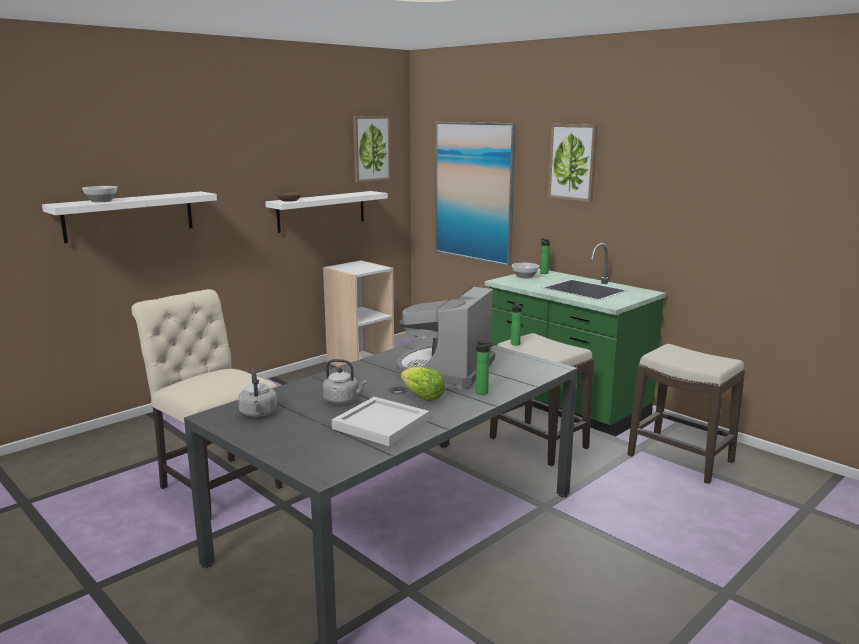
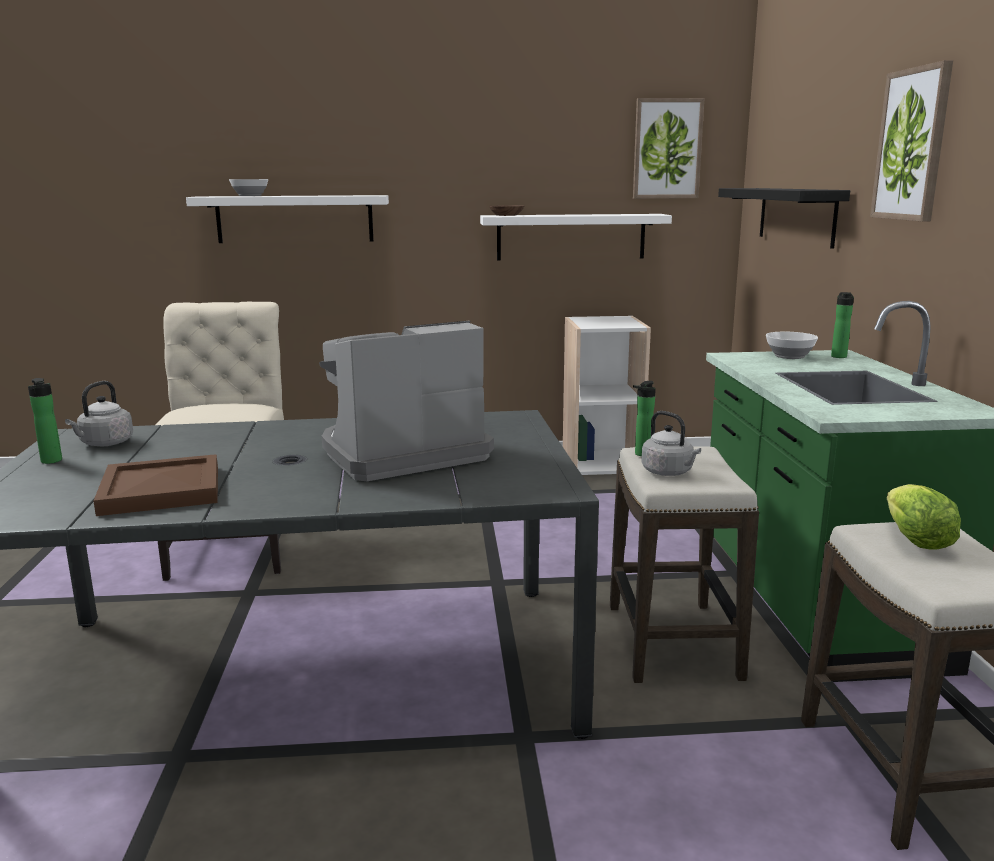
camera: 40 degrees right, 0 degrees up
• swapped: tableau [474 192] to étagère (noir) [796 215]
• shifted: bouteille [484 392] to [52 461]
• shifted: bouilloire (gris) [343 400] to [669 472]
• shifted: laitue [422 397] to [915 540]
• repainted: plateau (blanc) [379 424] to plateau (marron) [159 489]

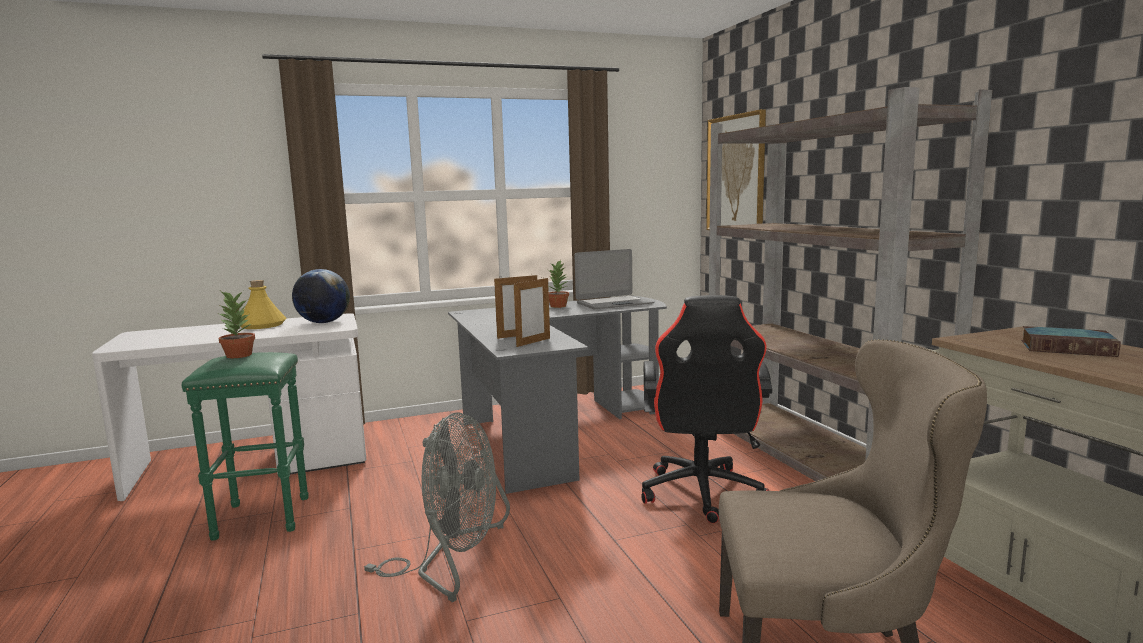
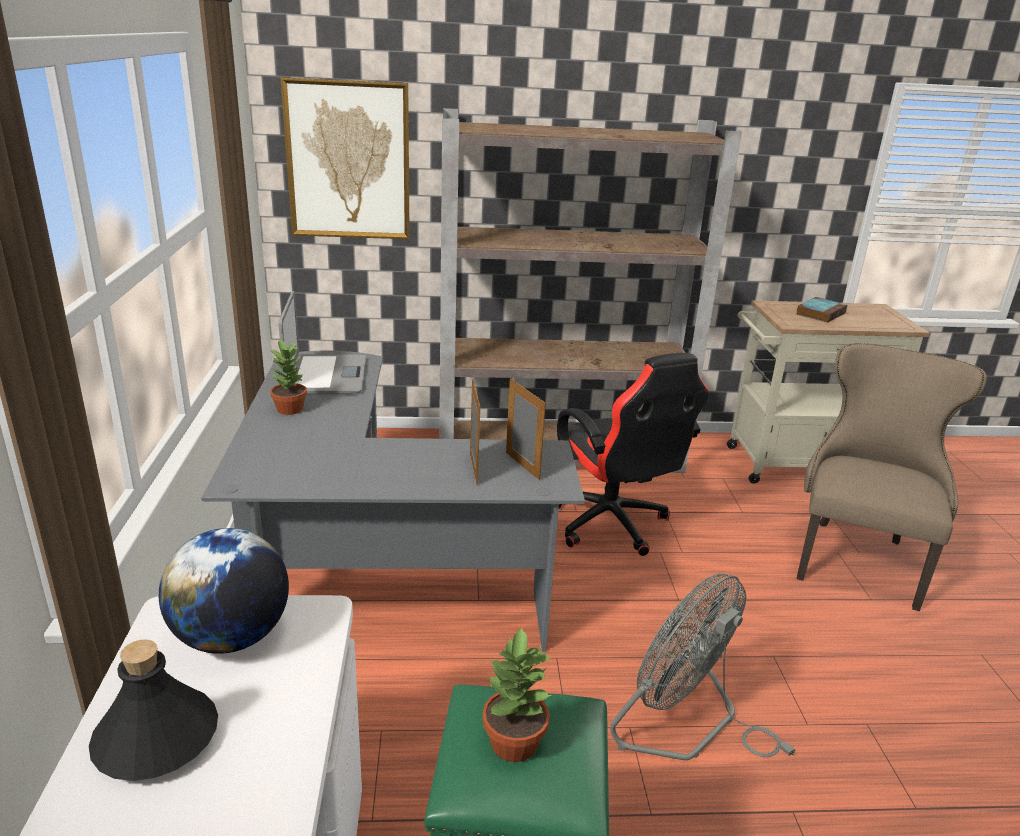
camera: 75 degrees left, 15 degrees up
• repainted: bouteille (jaune) [261 325] to bouteille (noir) [157 740]
• rotated: chaise de bureau (noir) [701 498] = [613 529] 45 degrees clockwise
• rotated: ventilateur (gris) [451 560] = [695 721] 75 degrees counterclockwise

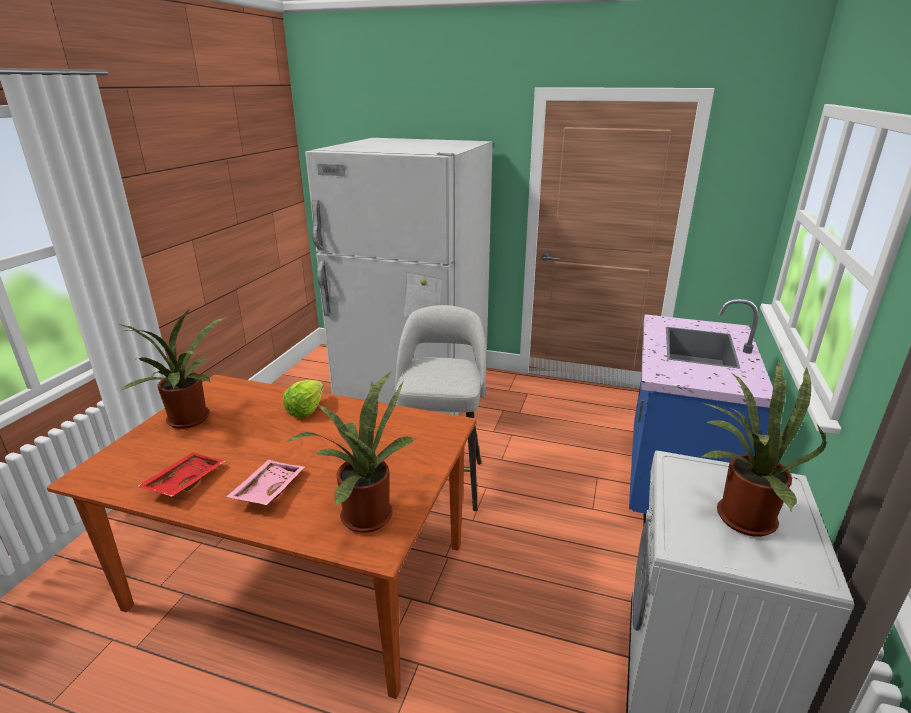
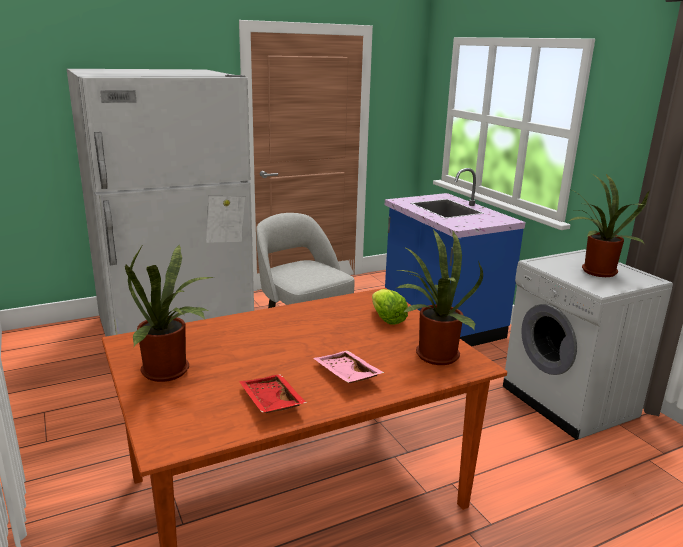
camera: 45 degrees left, 5 degrees down
• shifted: laitue [305 410] to [387 319]

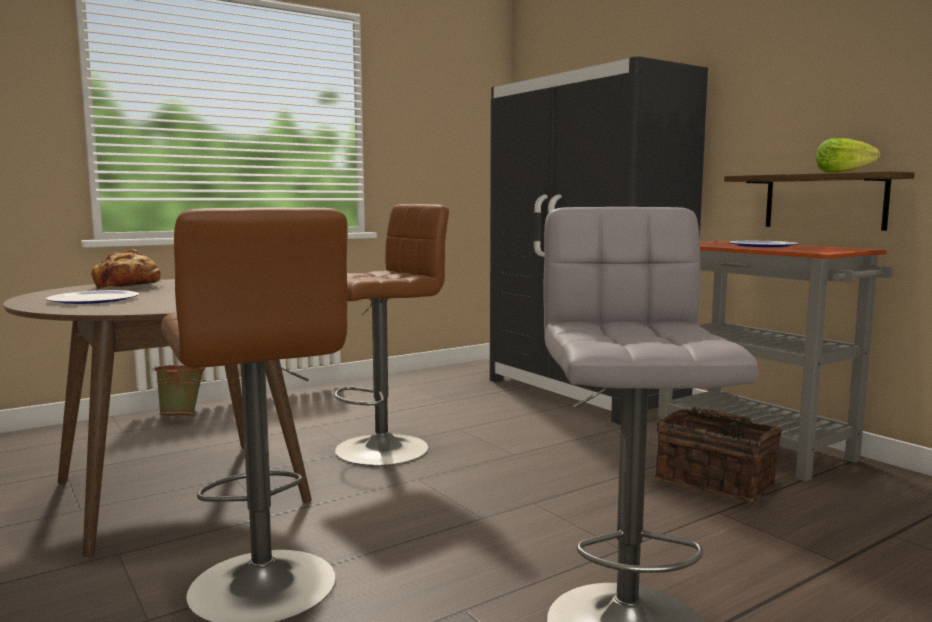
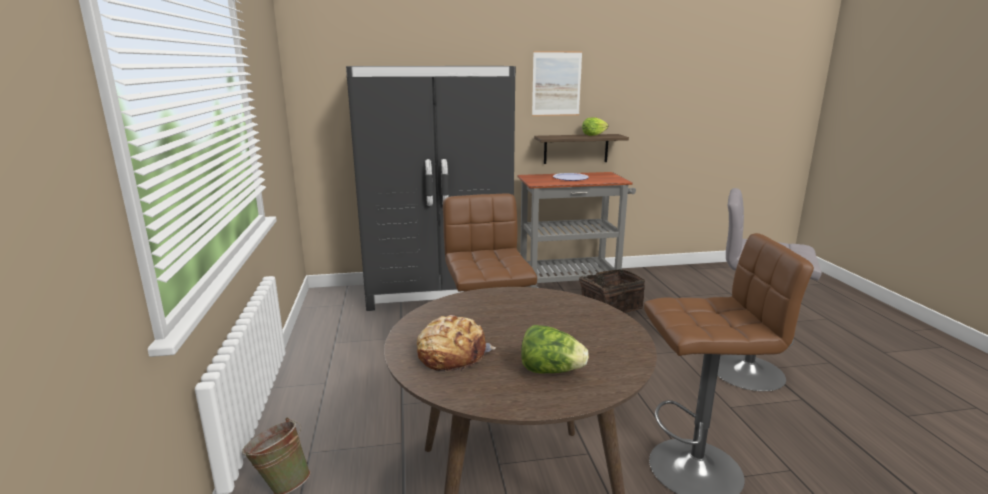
camera: 65 degrees left, 10 degrees up
• swapped: assiette [94 299] to laitue [551 370]
• new: tableau [556 84]

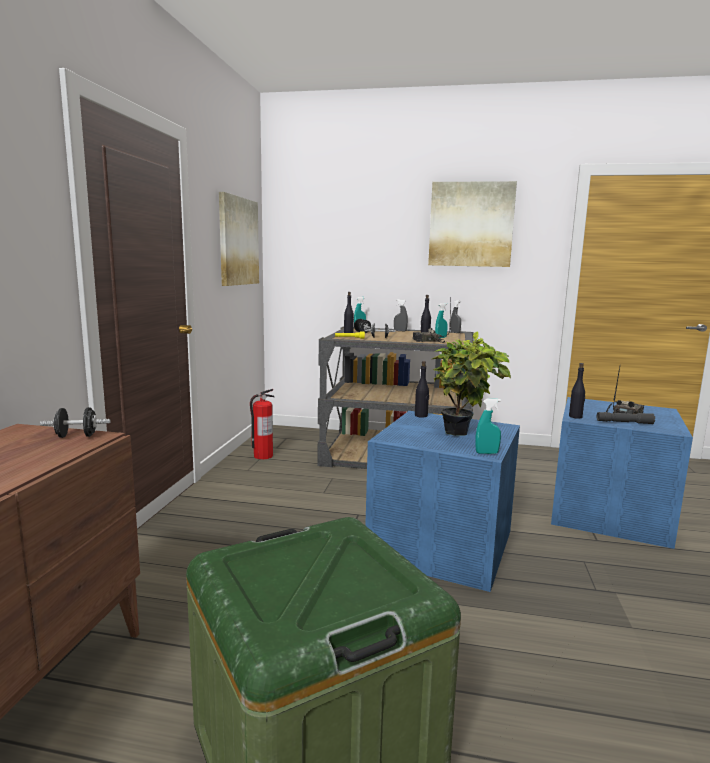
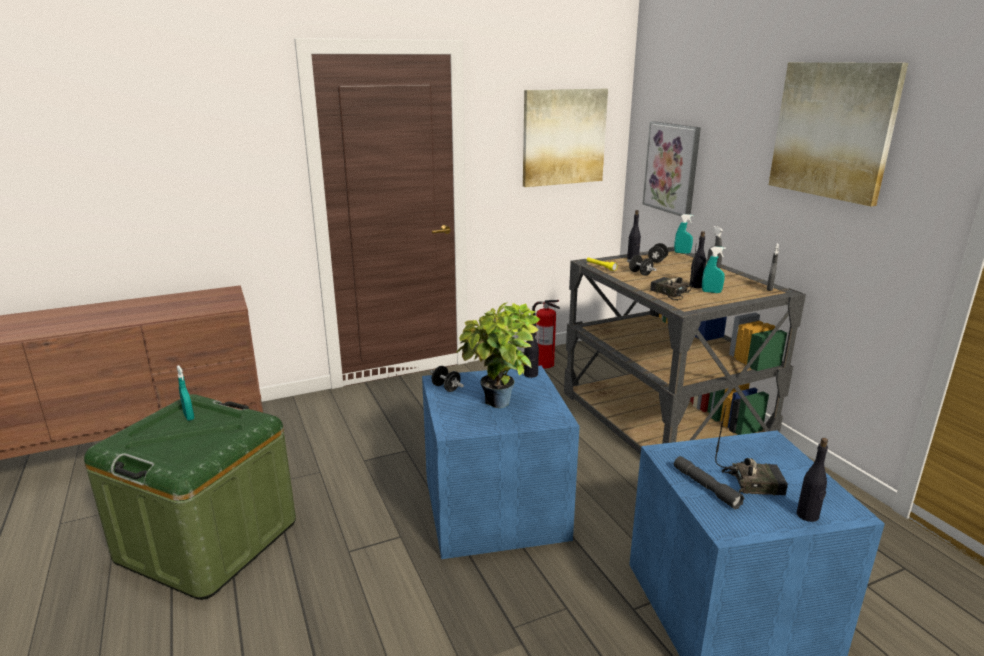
camera: 55 degrees right, 10 degrees up
• shifted: bouteille (noir) [575 416] to [807 515]
• shifted: vaporisateur (turquoise) [487 453] to [189 417]
• shifted: haltère (noir) [76 436] to [446 388]
• new: tableau [672 168]

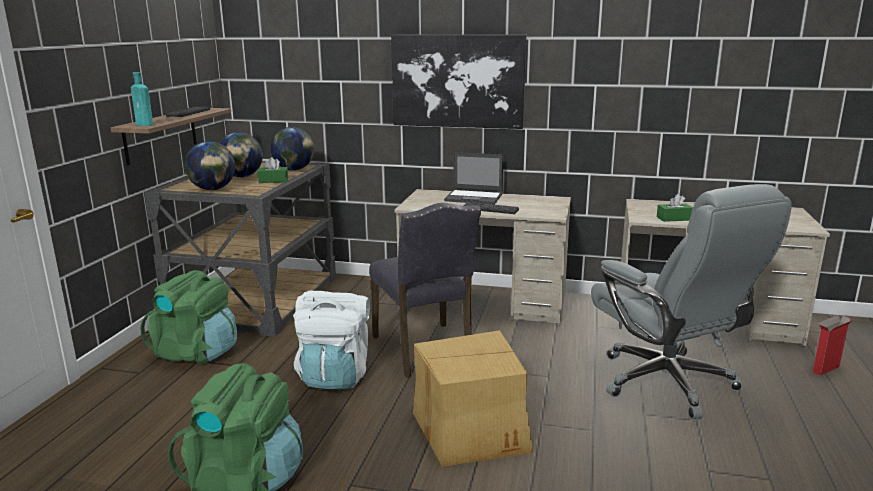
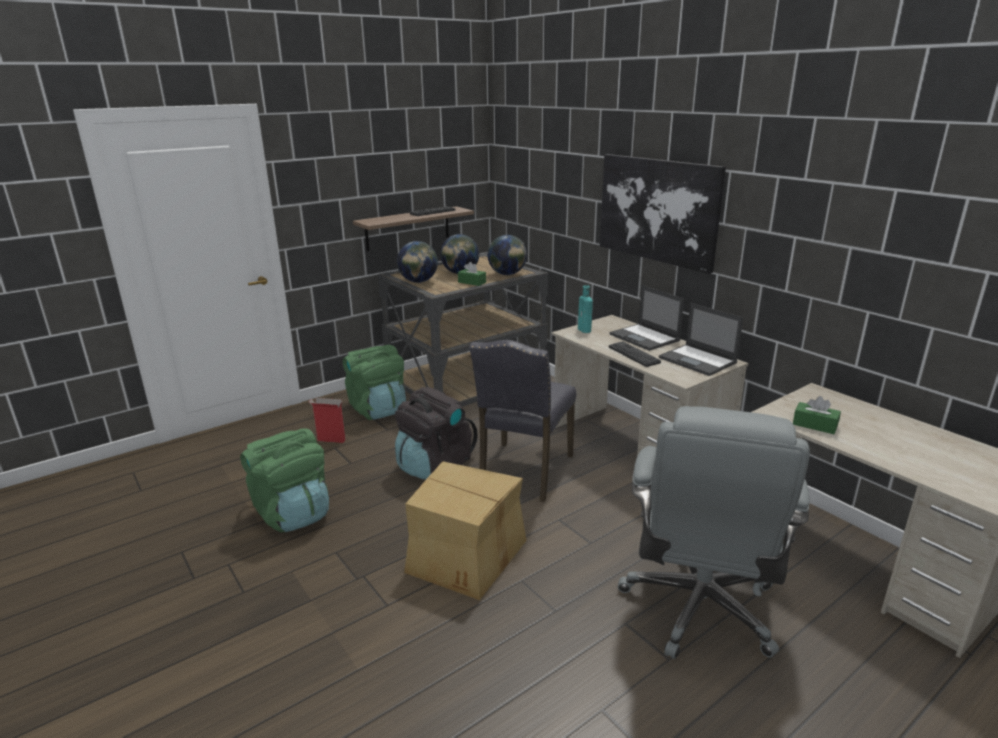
camera: 40 degrees right, 5 degrees up
• shifted: bouteille (turquoise) [145 125] to [585 330]
• repainted: sac à dos (blanc) [335 375] to sac à dos (noir) [434 465]
• shifted: carton [825 369] to [330 440]
• new: ordinateur portable [698 360]

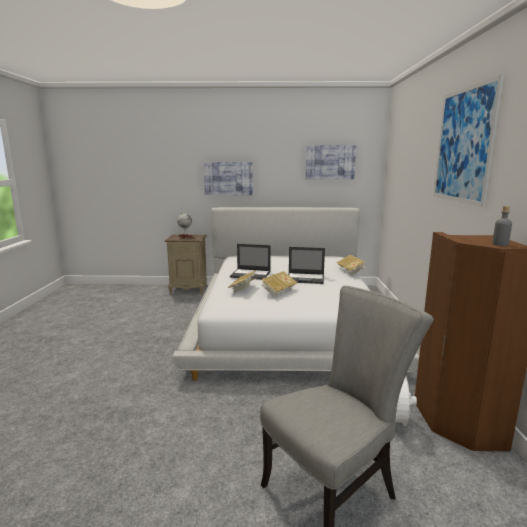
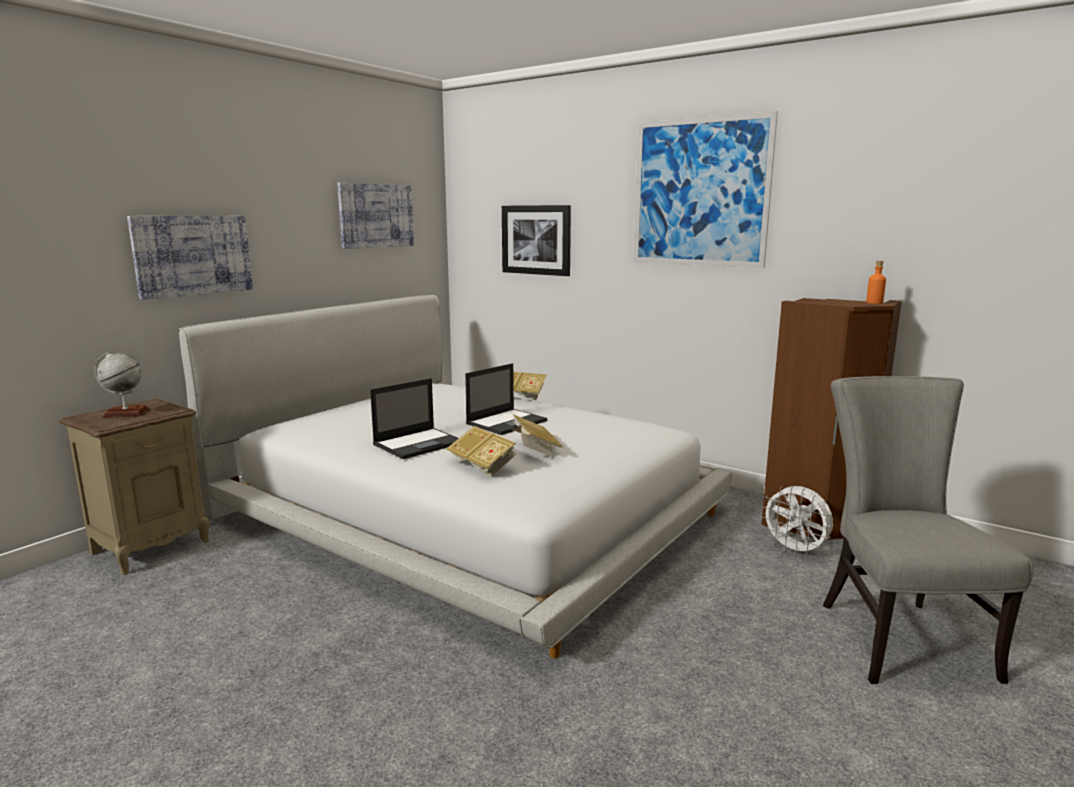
camera: 55 degrees left, 0 degrees up
• repainted: bouteille (gris) [500 244] to bouteille (orange) [874 302]
• new: tableau [536 240]

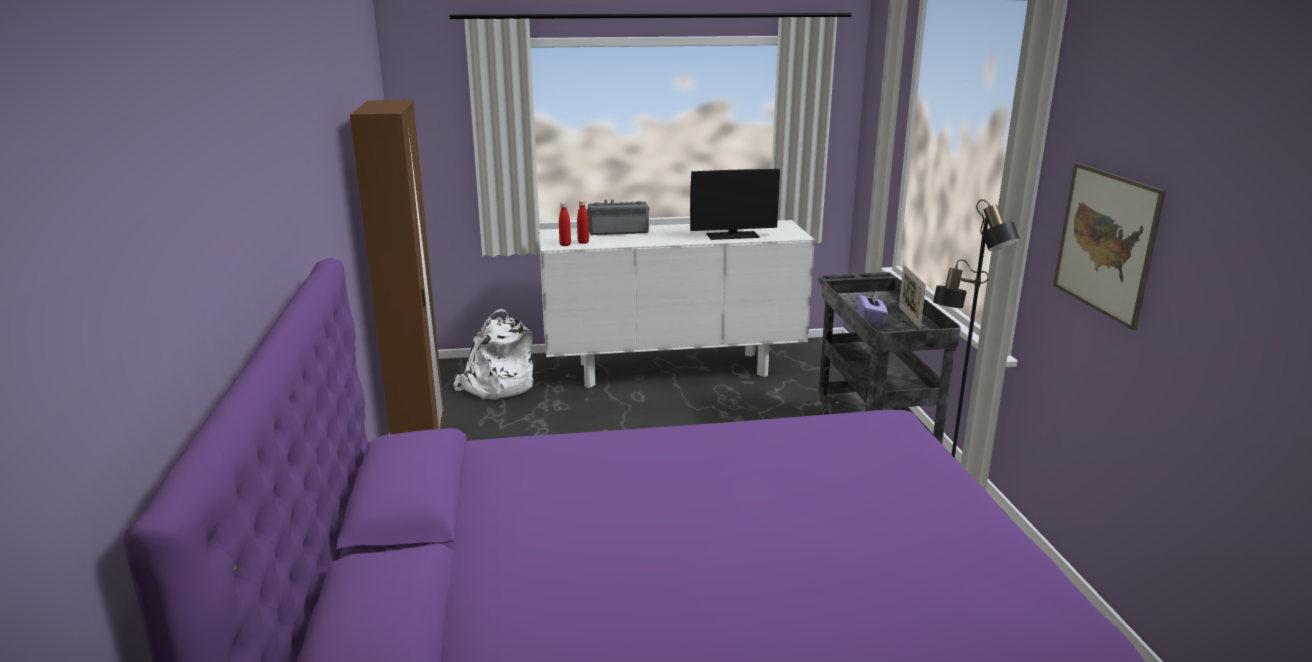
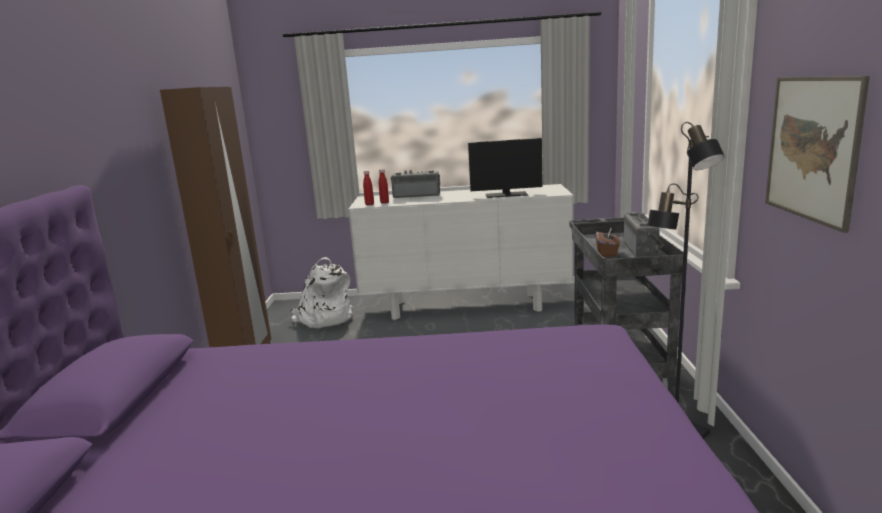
camera: 10 degrees right, 5 degrees down
• swapped: cadre photo [909 317] to radio [643 250]
• repainted: boîte à mouchoirs (violet) [871 320] to boîte à mouchoirs (marron) [607 253]

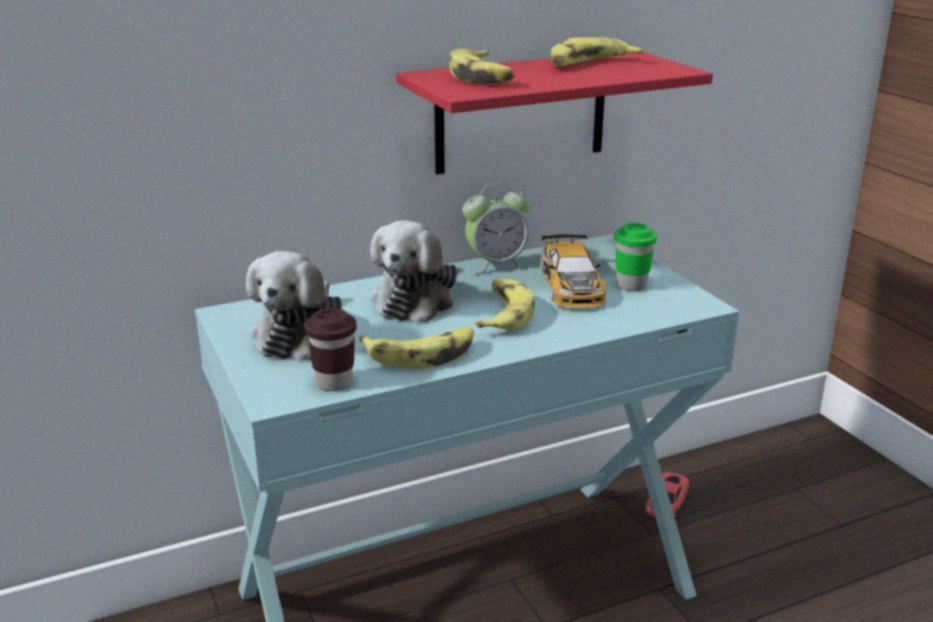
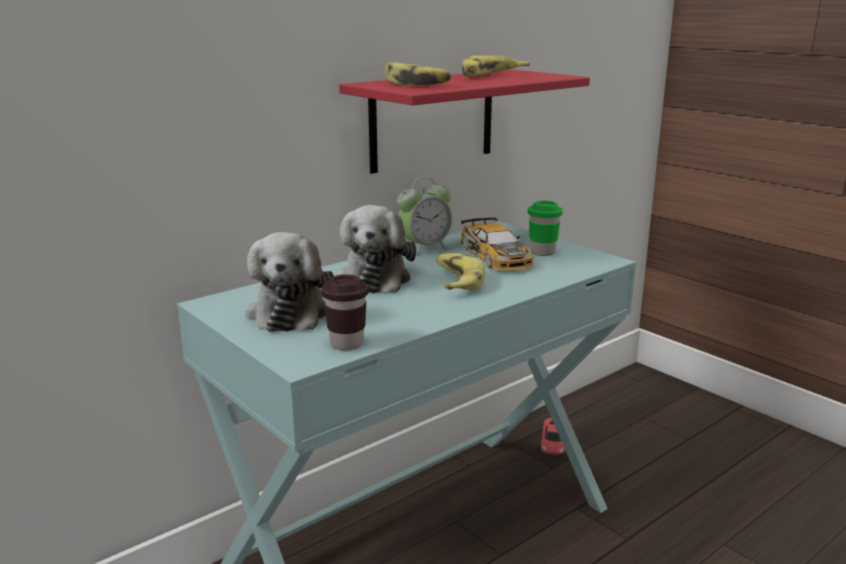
camera: 15 degrees left, 5 degrees down
• gone: banane [421 354]

